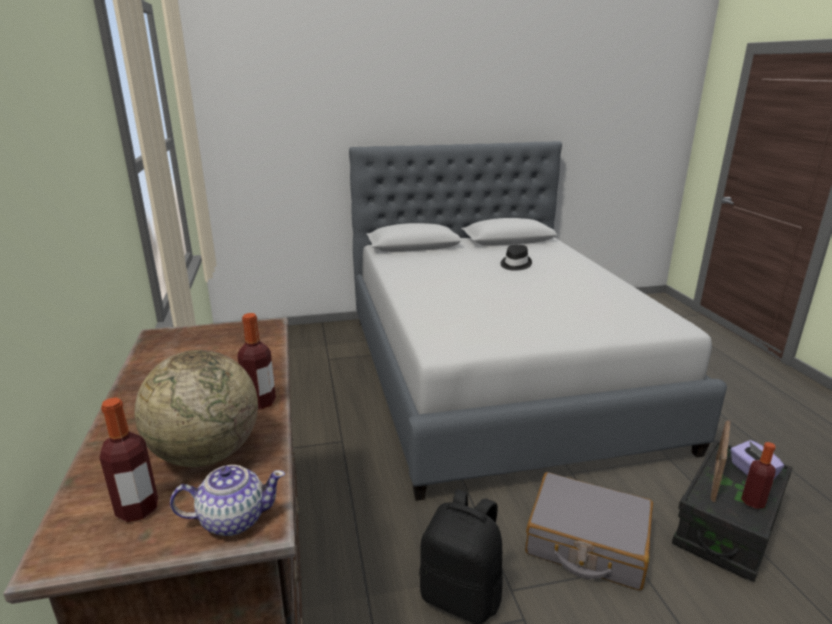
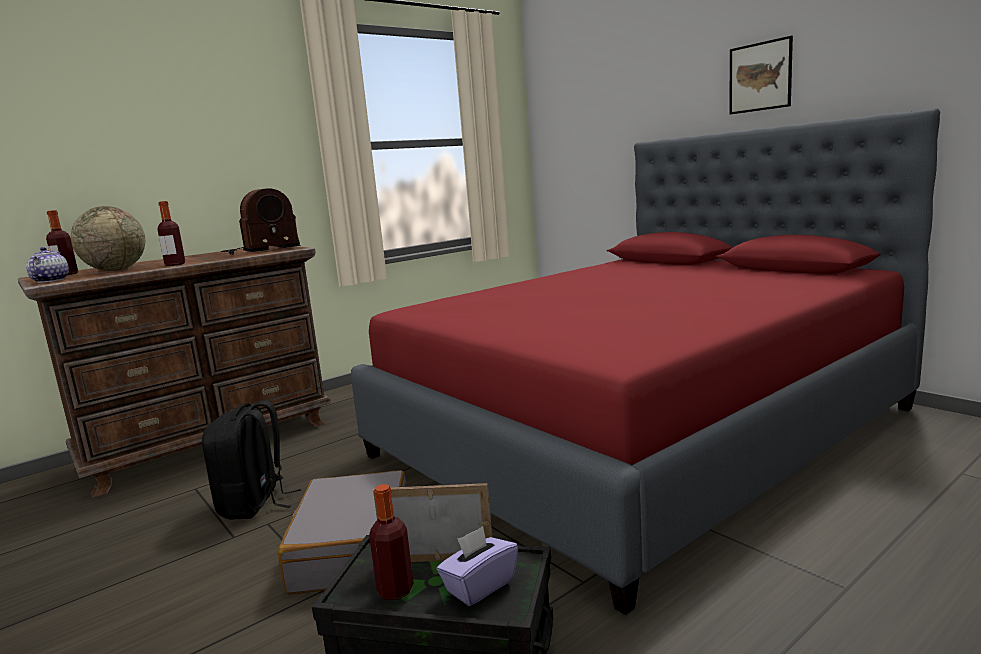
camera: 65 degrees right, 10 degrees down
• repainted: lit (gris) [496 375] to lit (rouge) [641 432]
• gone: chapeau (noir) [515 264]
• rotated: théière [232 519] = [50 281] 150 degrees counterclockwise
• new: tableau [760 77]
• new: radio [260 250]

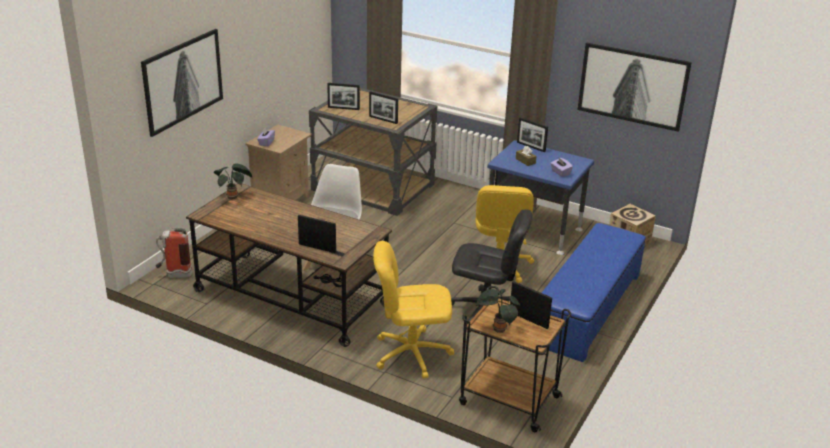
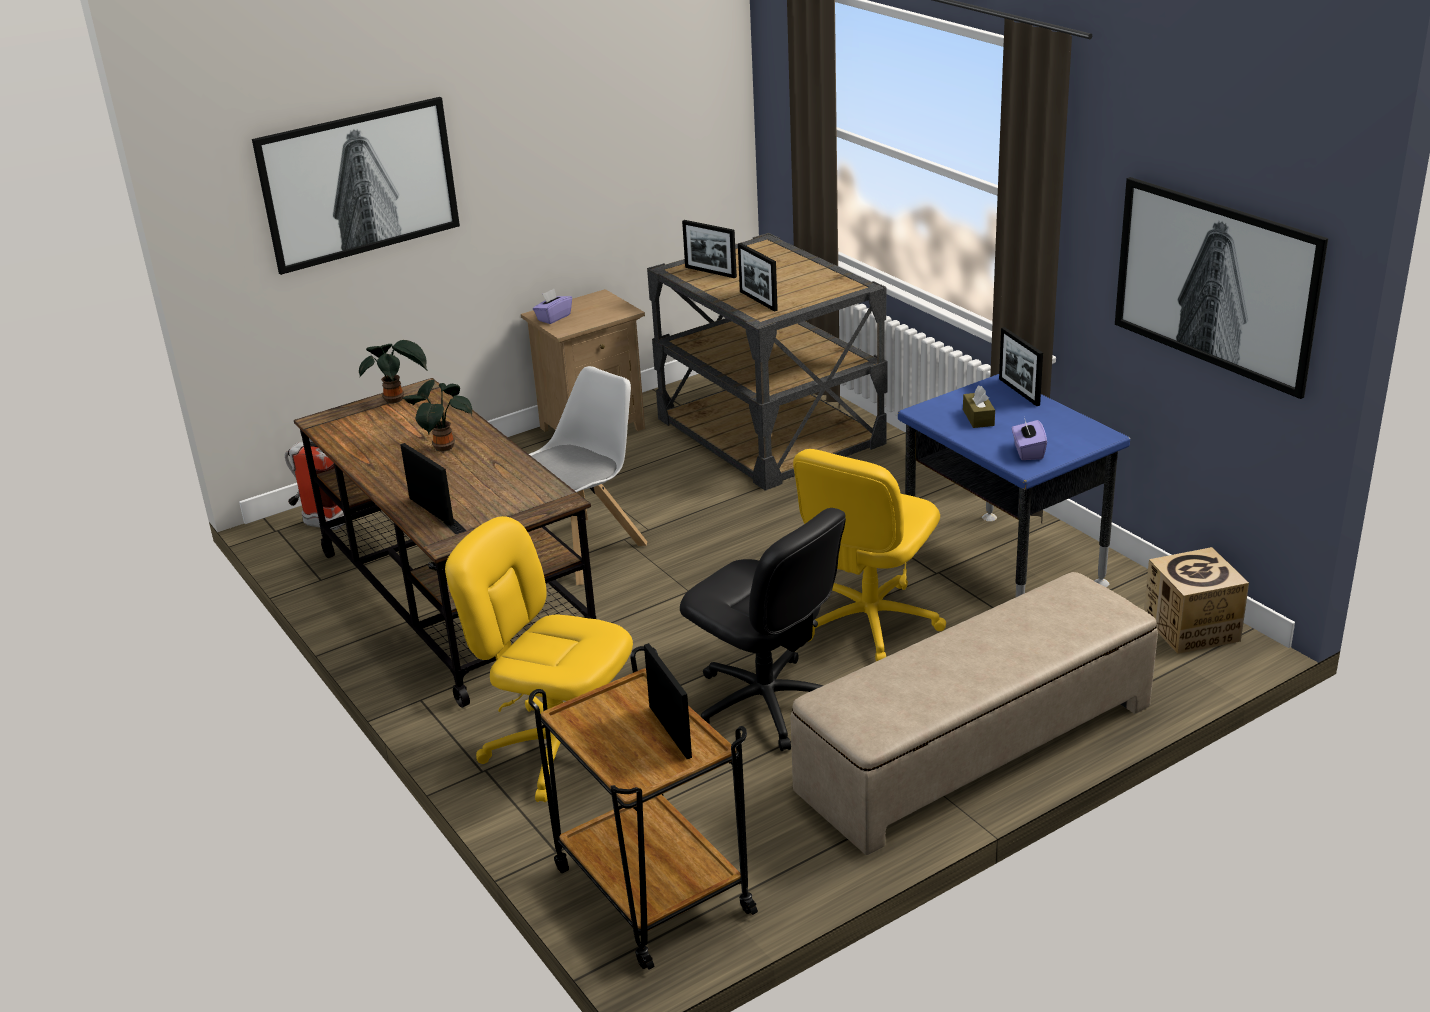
camera: 30 degrees right, 0 degrees up
• repainted: banc (bleu) [588 308] to banc (beige) [975 748]
• shifted: plante en pot [497 329] to [442 447]

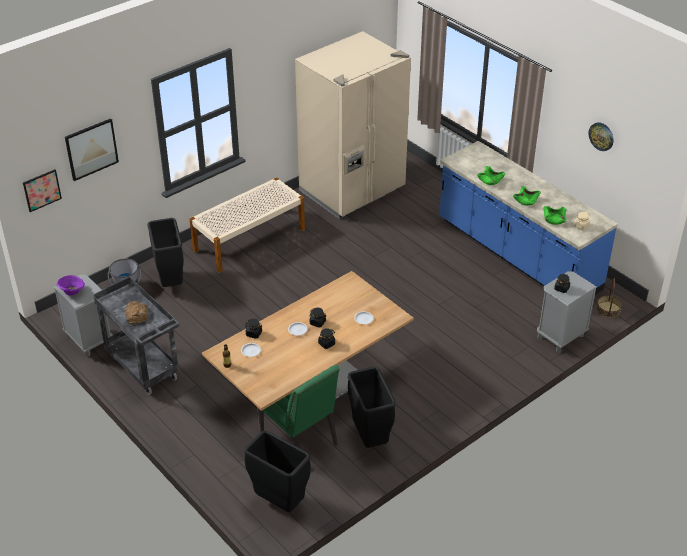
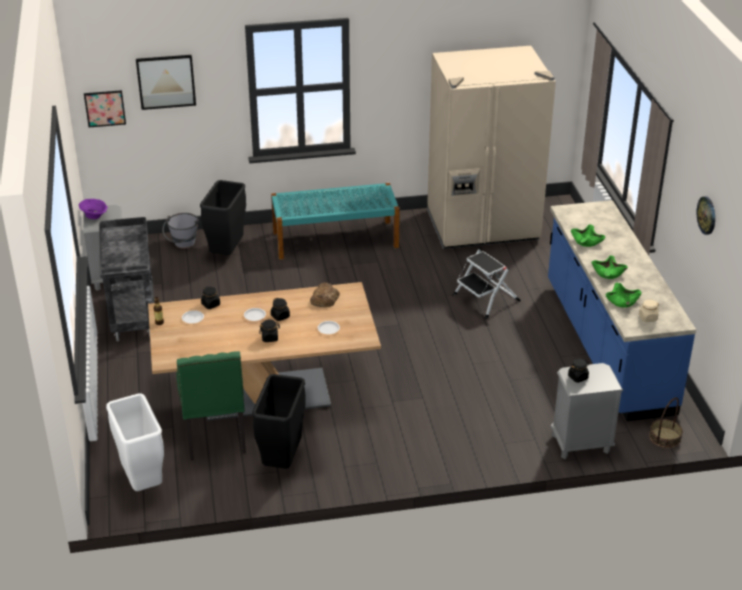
camera: 30 degrees right, 5 degrees down
• repainted: banc (beige) [249 239] to banc (turquoise) [335 239]
• shifted: pain [136 315] to [324 298]
• repainted: poubelle (noir) [279 503] to poubelle (blanc) [142 482]
• new: escabeau [486 299]

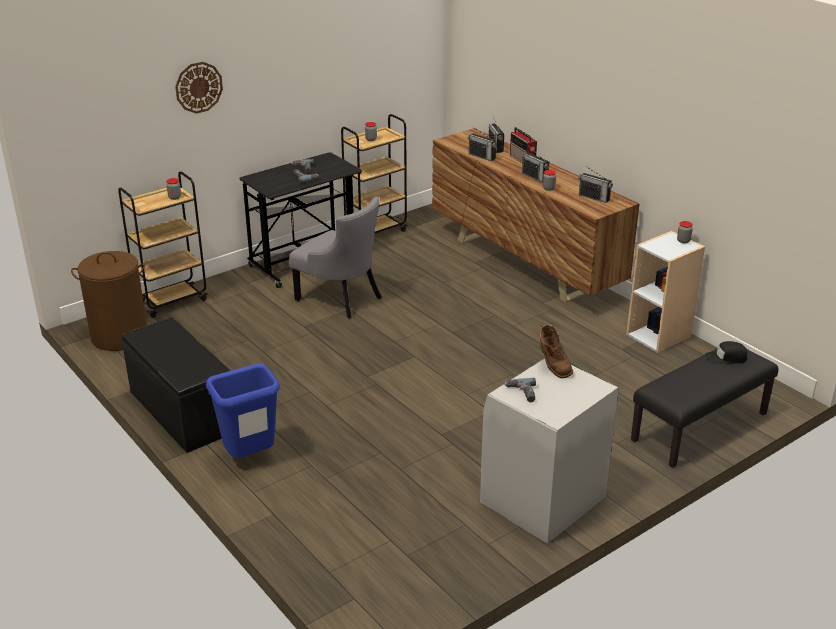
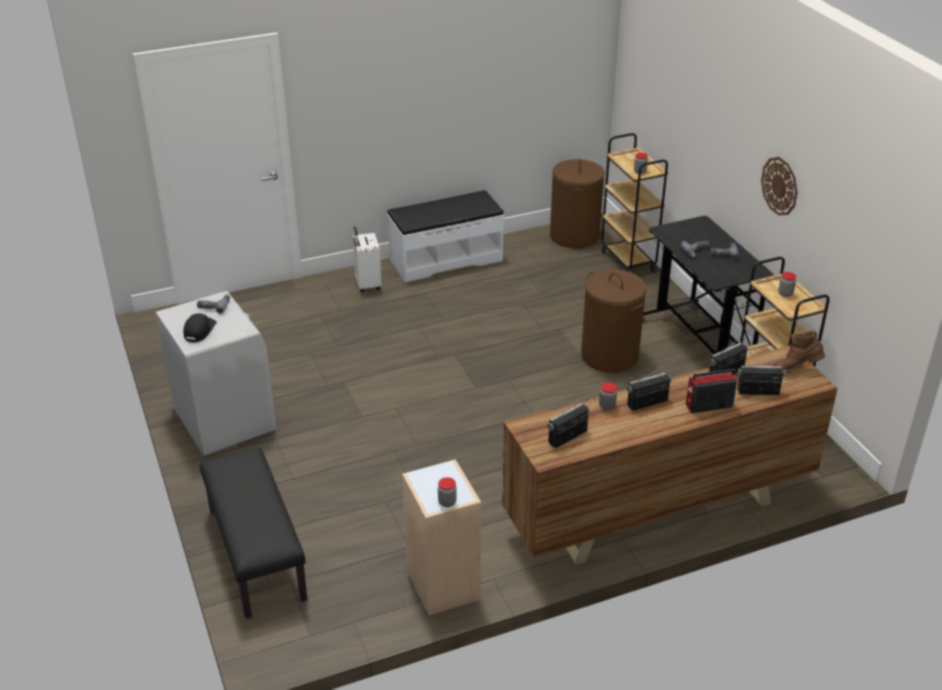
camera: 105 degrees right, 5 degrees up
• shifted: horloge murale [198 87] to [780 186]
• swapped: chaise (gris) [338 298] to panier à linge (marron) [609 356]
• repainted: banc (noir) [182 411] to banc (blanc) [445 259]
• shifted: botte (marron) [553 366] to [796 369]
• shifted: casquette (noir) [726 358] to [199 330]
• swapped: poubelle (bleu) [249 458] to valise (blanc) [367 285]

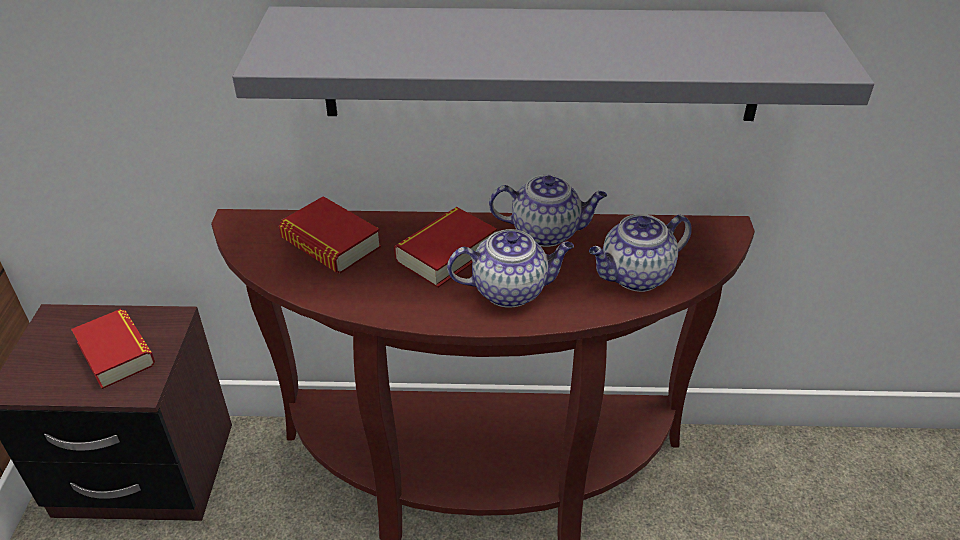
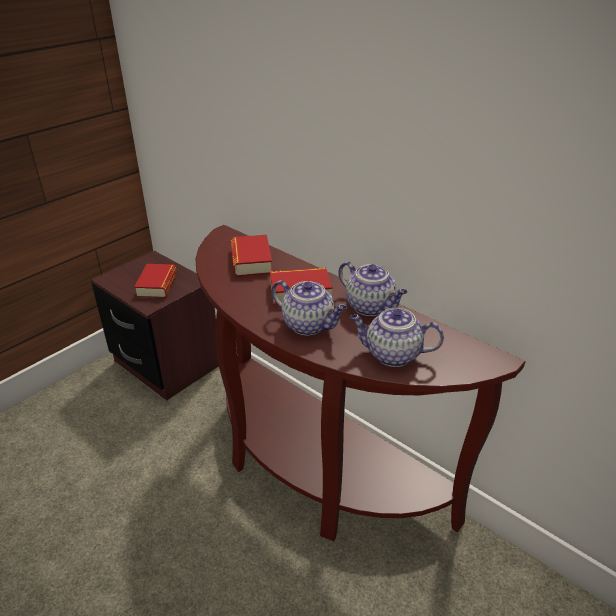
camera: 40 degrees right, 5 degrees down
• gone: étagère (gris) [542 65]

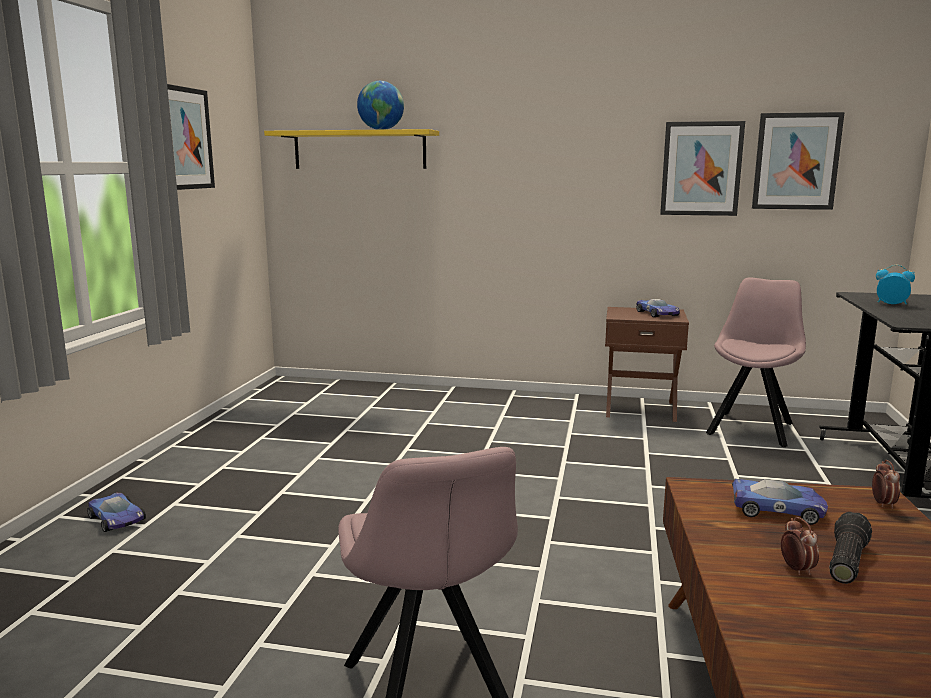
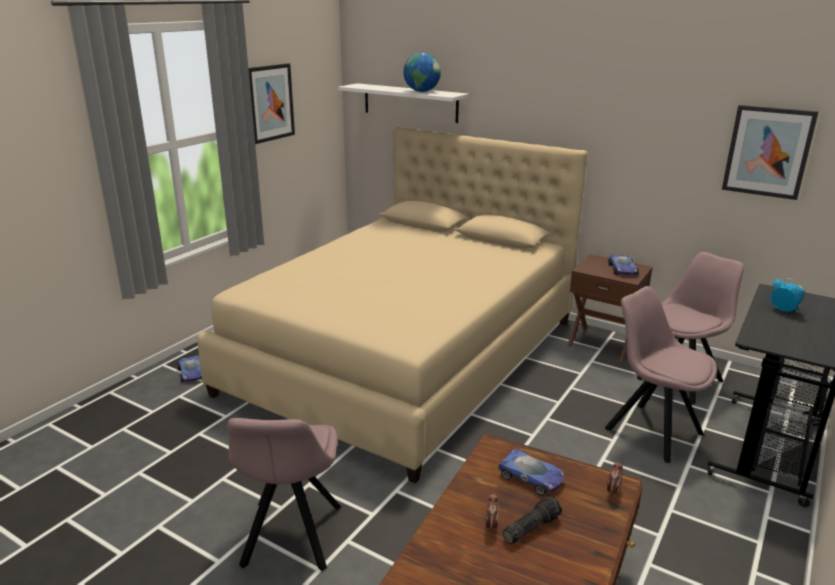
camera: 20 degrees right, 10 degrees up
• gone: tableau [701 169]
• repainted: étagère (jaune) [359 150] to étagère (blanc) [410 102]
• new: lit (beige) [406 355]
• new: chaise (rose) [652 431]

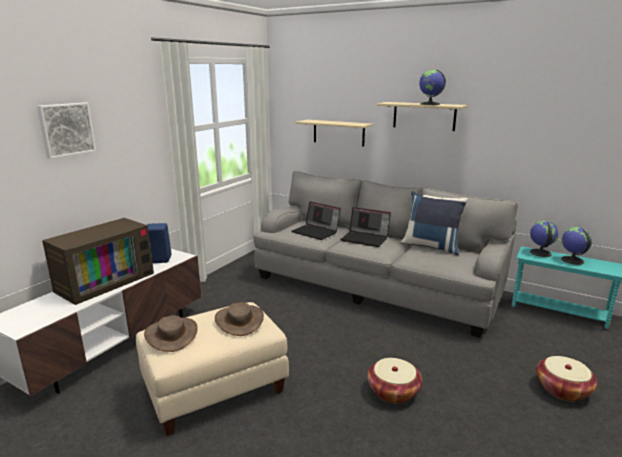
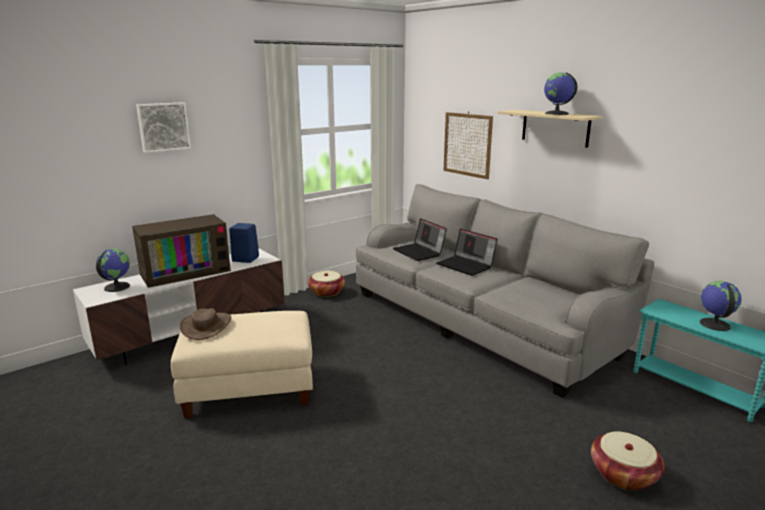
camera: 20 degrees right, 0 degrees up
• swapped: étagère (beige) [338 132] to tableau [467 143]
• gone: coussin (bleu) [431 246]
• shifted: globe [540 253] to [116 287]
• gone: chapeau (marron) [239 320]
• shifted: panier [393 392] to [326 292]

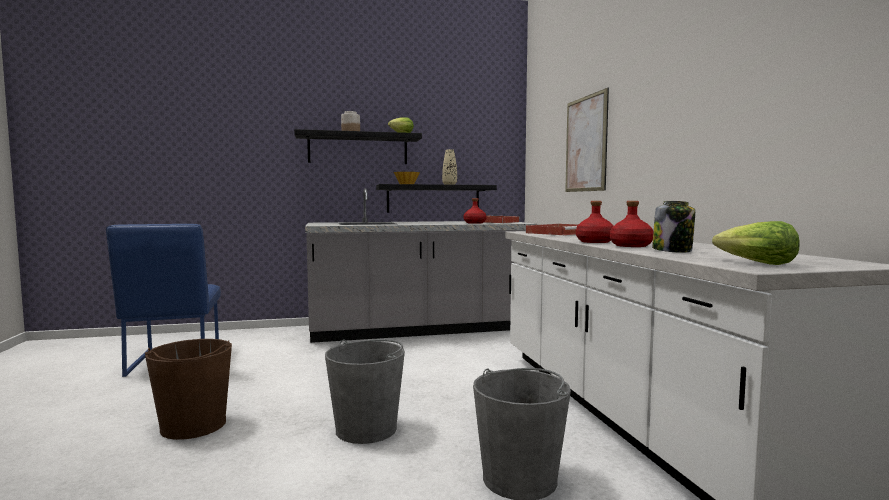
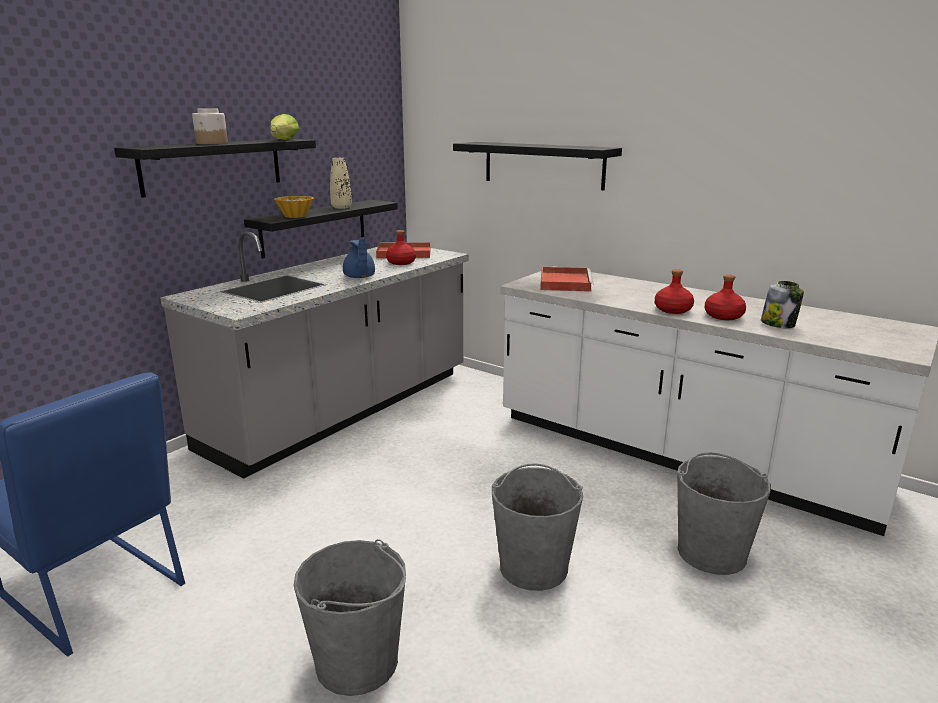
camera: 40 degrees left, 15 degrees up
• swapped: tableau [585 144] to étagère (noir) [543 165]
• gone: laitue [755 263]
• repainted: seau (marron) [193 426] to seau (gris) [357 662]
• new: théière (bleu) [359 277]

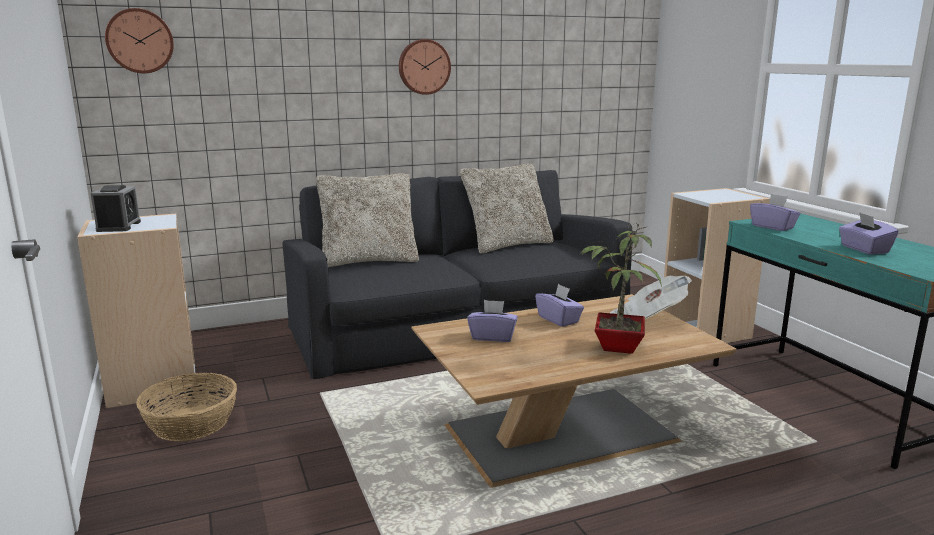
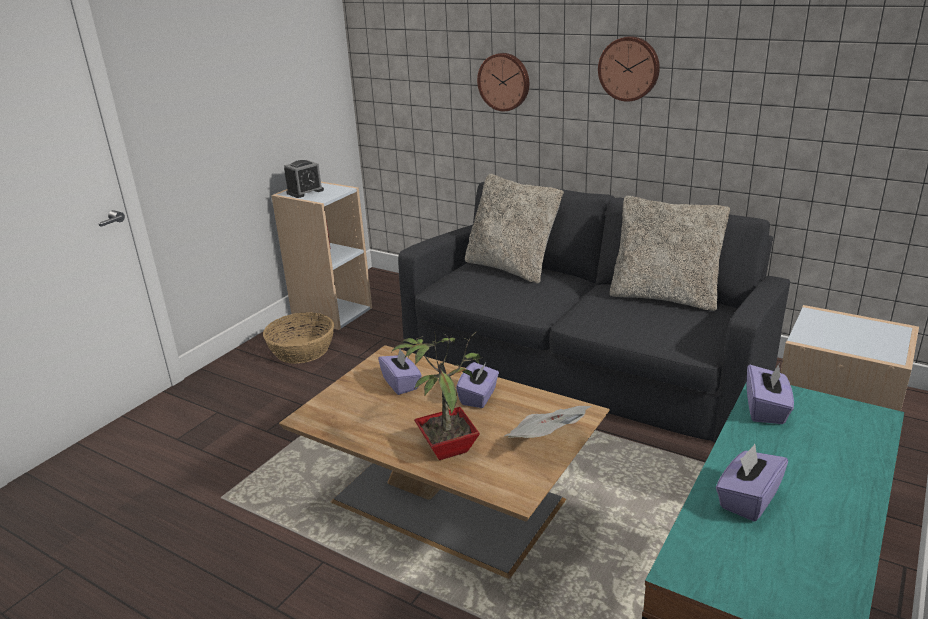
camera: 55 degrees right, 10 degrees up
• shifted: horloge murale [140 41] to [504 81]

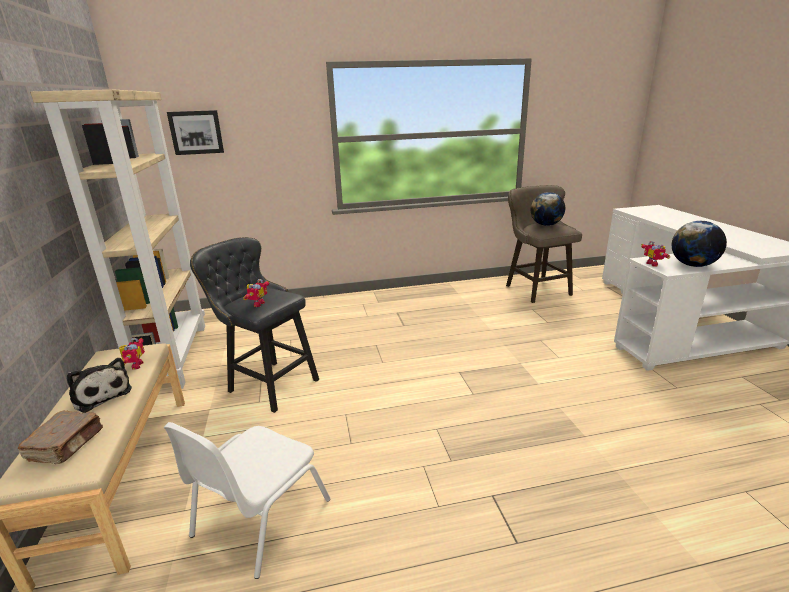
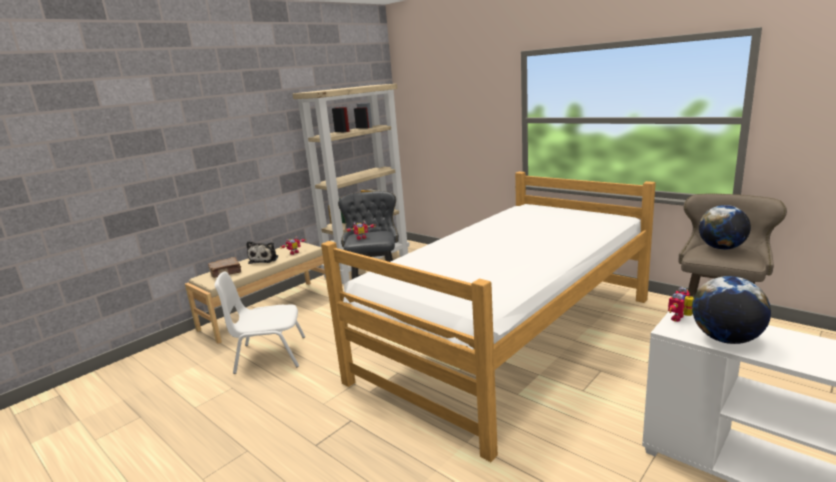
camera: 55 degrees right, 5 degrees down
• gone: tableau [196 132]
• new: lit [511 337]

